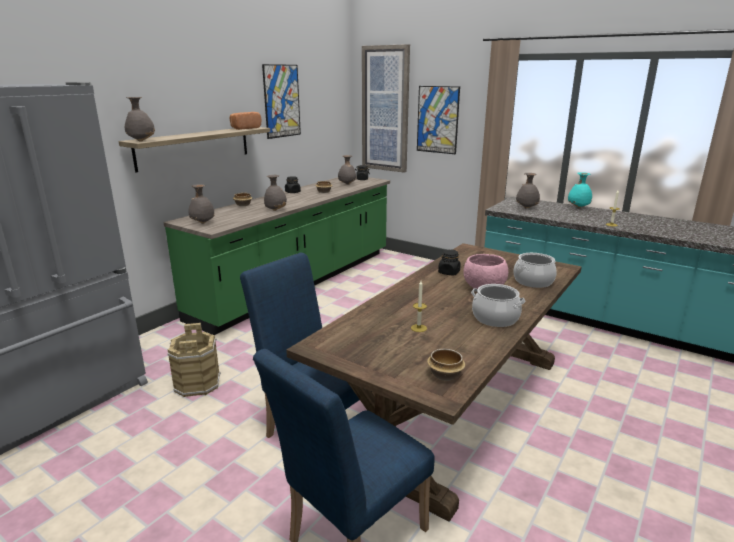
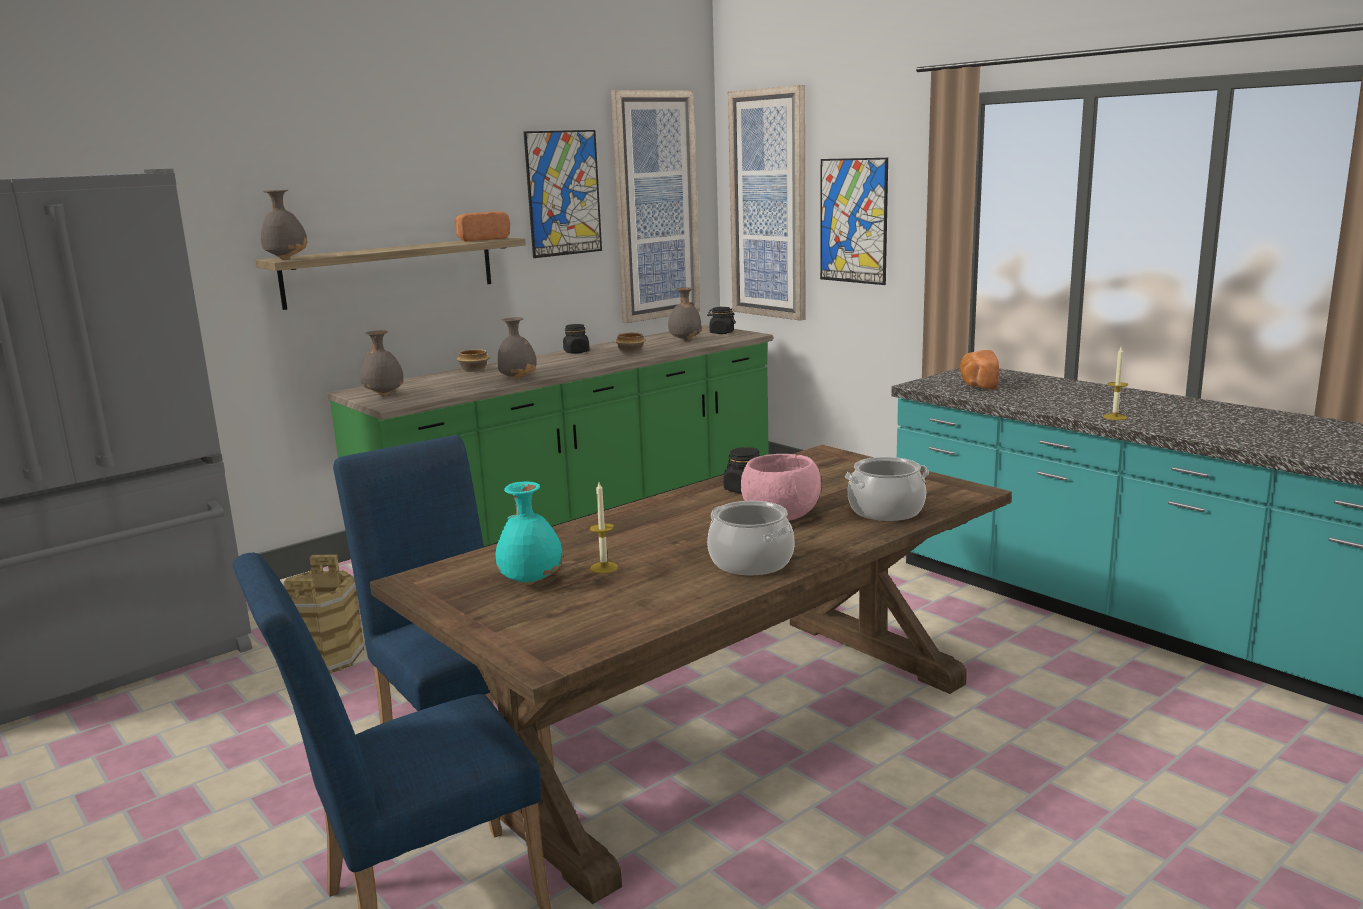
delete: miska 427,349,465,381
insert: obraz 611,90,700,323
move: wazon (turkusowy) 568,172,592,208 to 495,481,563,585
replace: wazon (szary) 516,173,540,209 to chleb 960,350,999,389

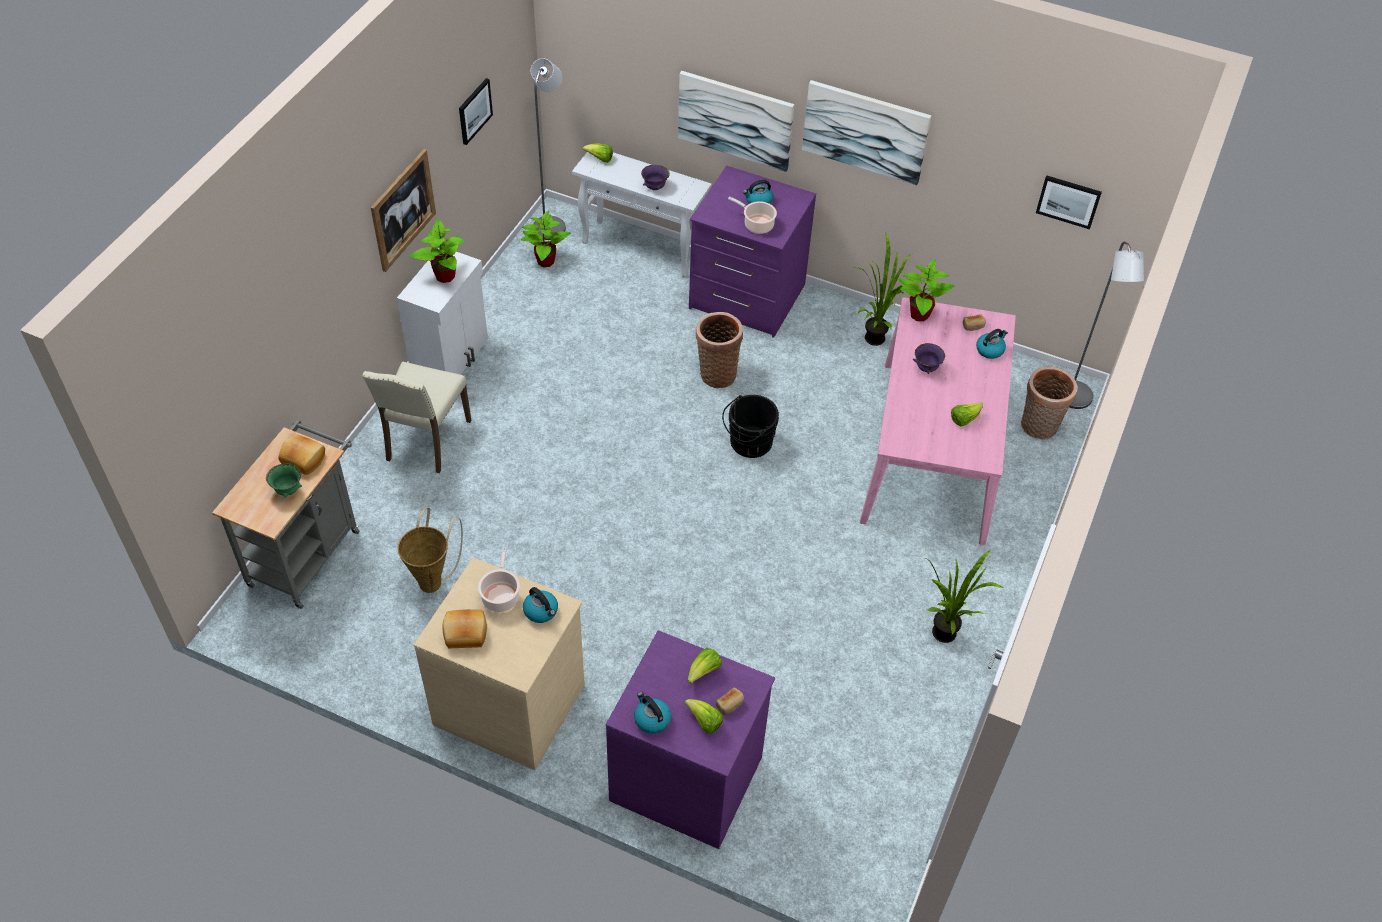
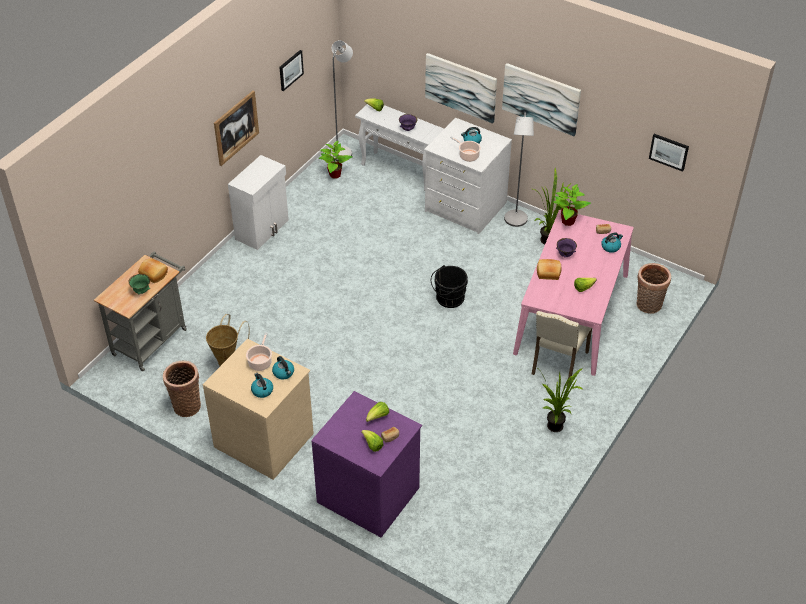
delete: roślina doniczkowa 409,219,465,283
move: krzesło (beżowy) 362,361,471,473 to 532,311,592,385; chleb 443,609,487,648 to 537,259,561,280; czajnik 634,692,671,734 to 251,373,273,398; koszyk 696,312,743,388 to 163,361,201,417; lampa stojąca (szary) 1069,242,1144,409 to 504,112,534,227
recolor: komoda (fioletowy) 689,166,816,338 to komoda (biały) 424,118,512,235

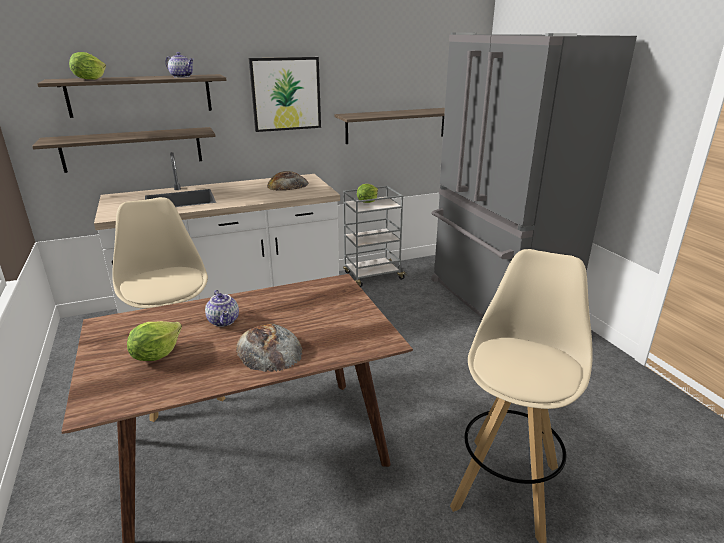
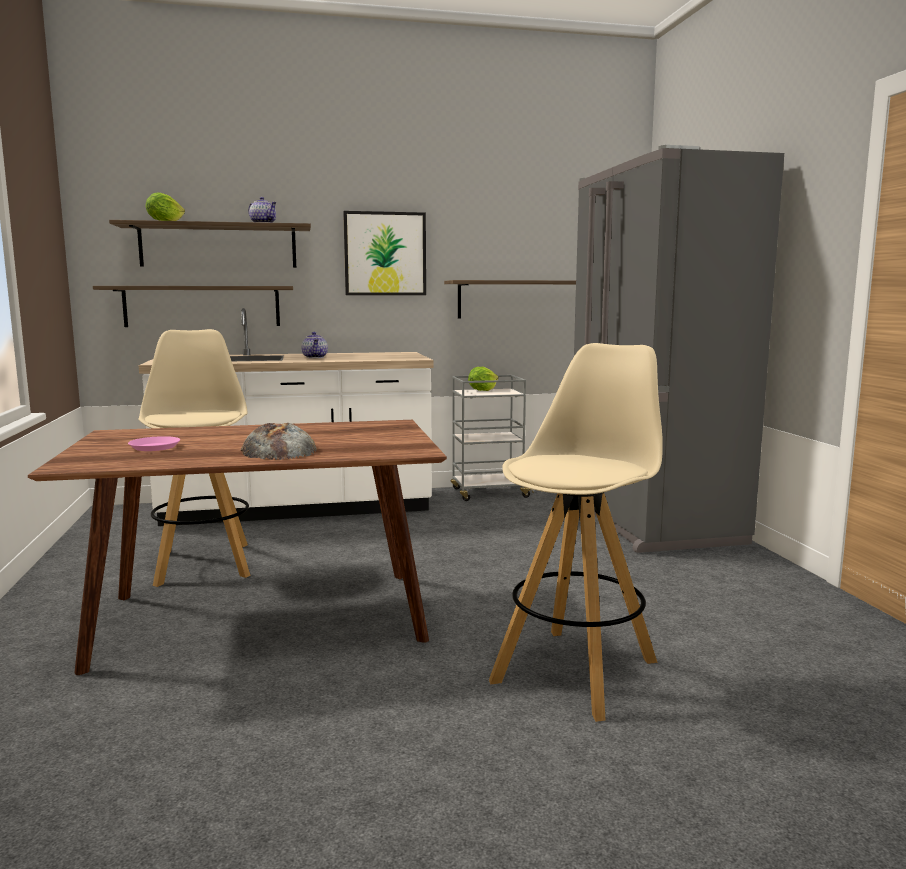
delete: chleb 267,171,309,191
move: imbryk 205,290,239,327 to 301,332,328,358
replace: sałata 127,321,182,361 to talerz (różowy) 128,436,180,451

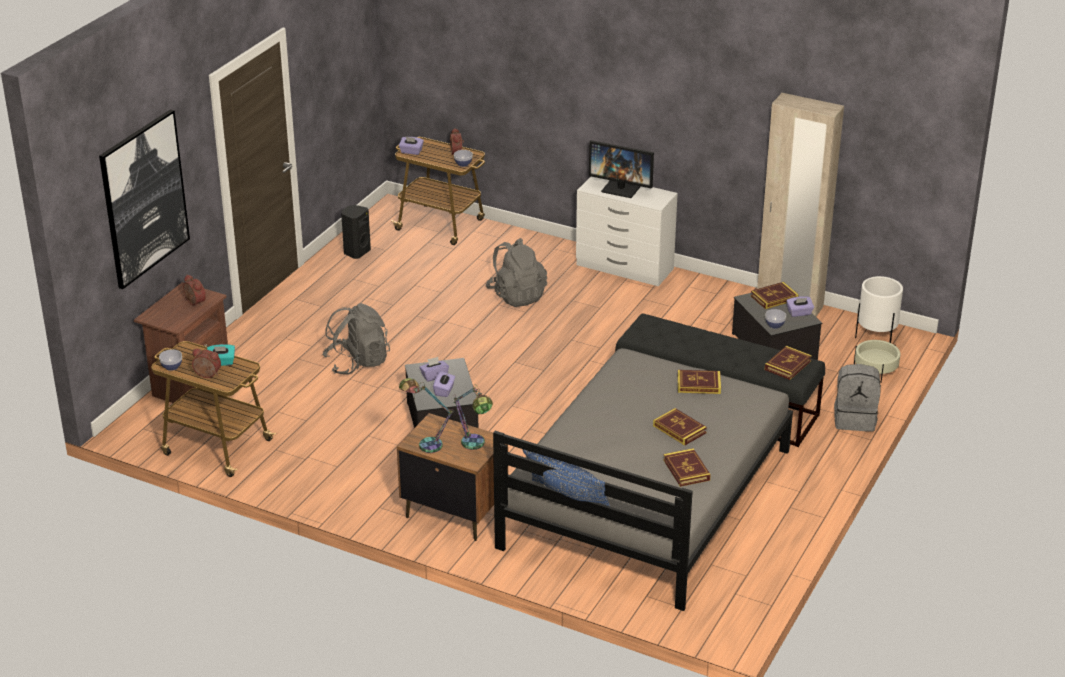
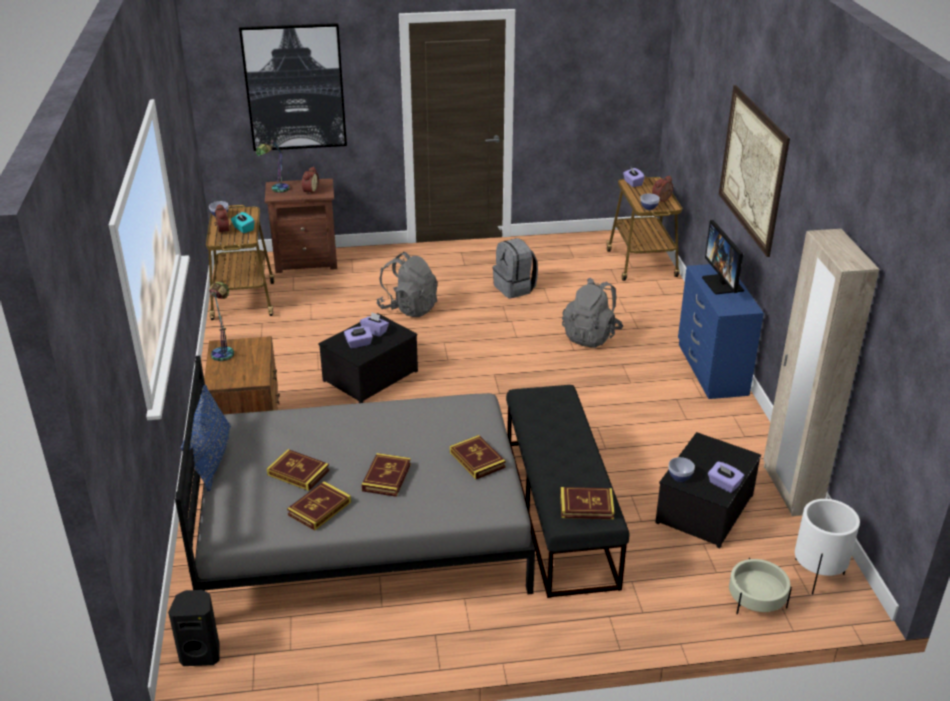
insert: obraz 719,85,790,257
move: głośnik (czarny) 341,205,371,259 to 168,590,220,666; lampa stołowa 453,384,493,450 to 256,137,290,193; książka 751,282,799,309 to 267,449,330,491; plecak (szary) 834,364,881,432 to 493,238,538,299
recolor: komoda (biały) 576,177,678,286 to komoda (niebieski) 678,264,764,399

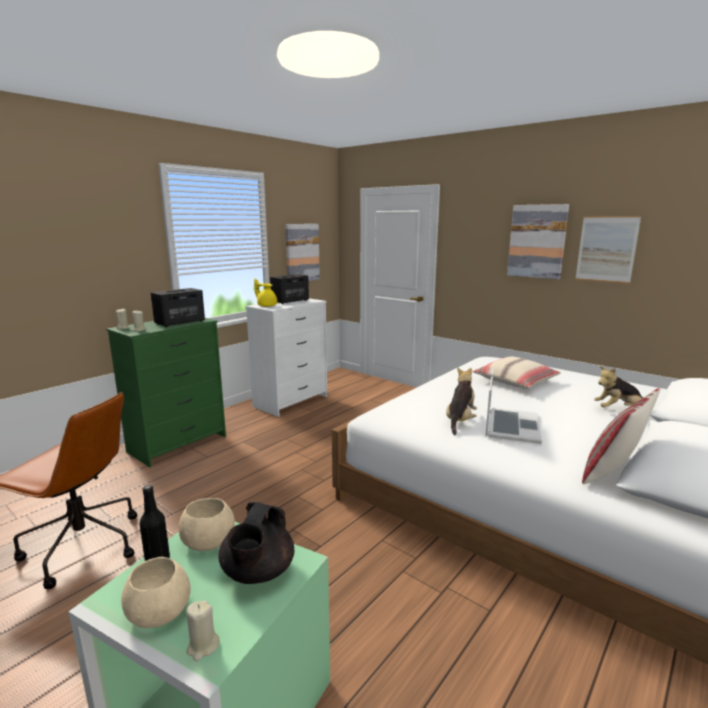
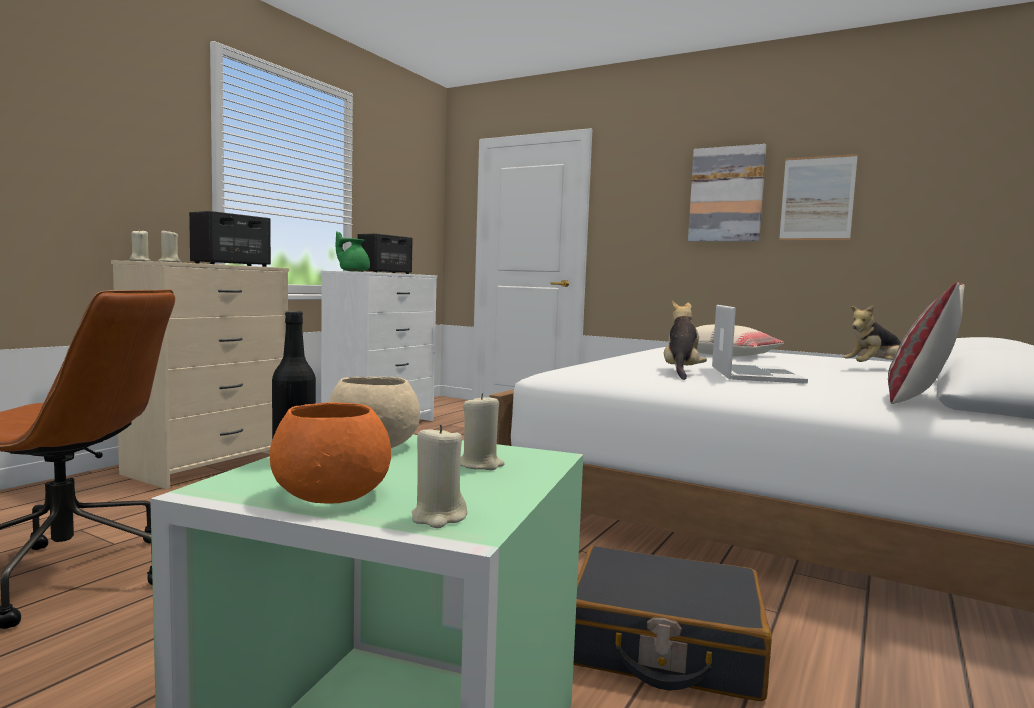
delete: obraz 285,224,320,281
insert: walizka (czarny) 573,546,772,701
replace: imbryk (czarny) 218,502,294,584 to świeca (beżowy) 460,393,504,470
recolor: komoda (zielony) 107,318,226,467 to komoda (beżowy) 111,260,289,489; miska (beżowy) 121,557,191,628 to miska (pomarańczowy) 270,402,391,504; imbryk (żółty) 254,278,277,307 to imbryk (zielony) 336,231,370,272

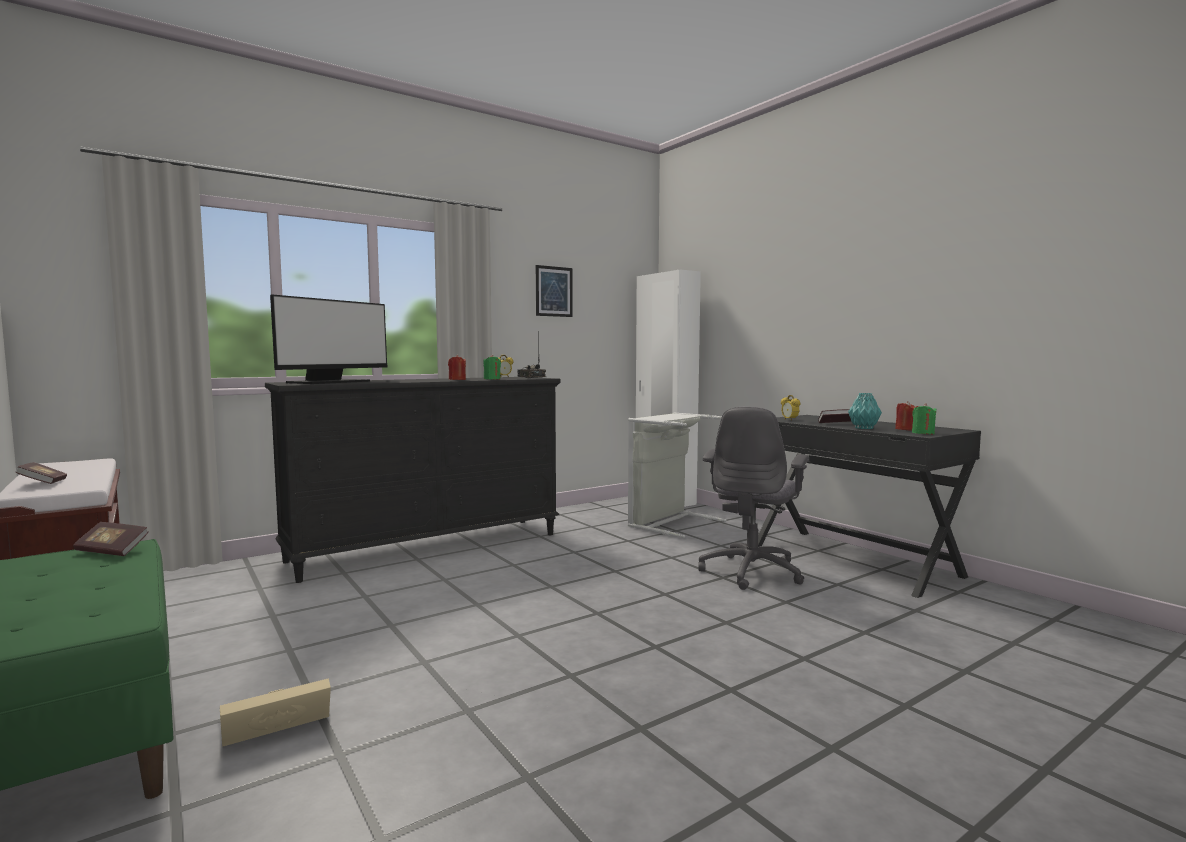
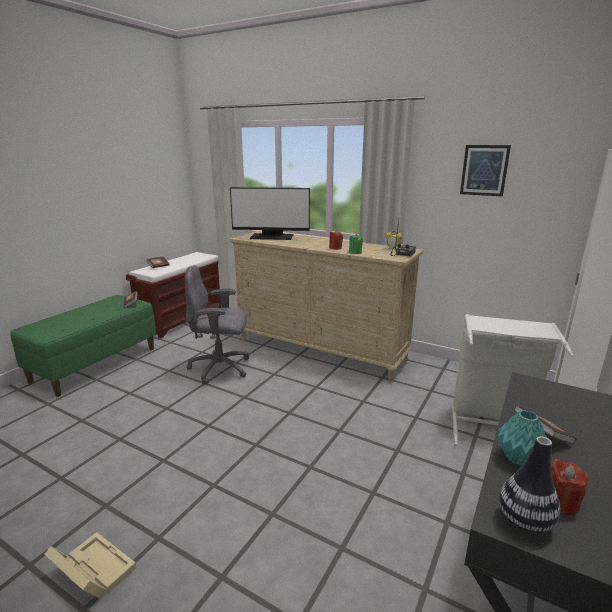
delete: budzik 781,395,800,421
move: pojemnik do przechowywania (beżowy) 220,678,331,747 to 44,532,136,599; krzesło biurowe (szary) 698,407,809,590 to 185,265,249,385
replace: świeca (zielony) 912,403,937,434 to wazon 499,436,560,534
recolor: komoda (czarny) 265,377,561,583 to komoda (beżowy) 230,230,423,381

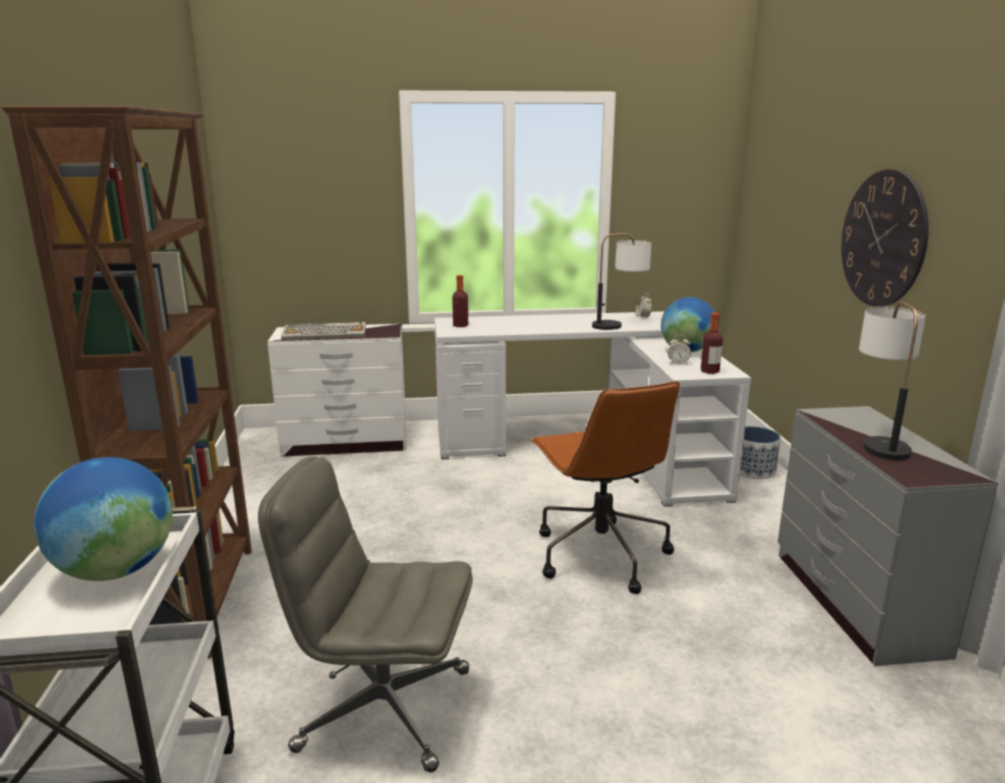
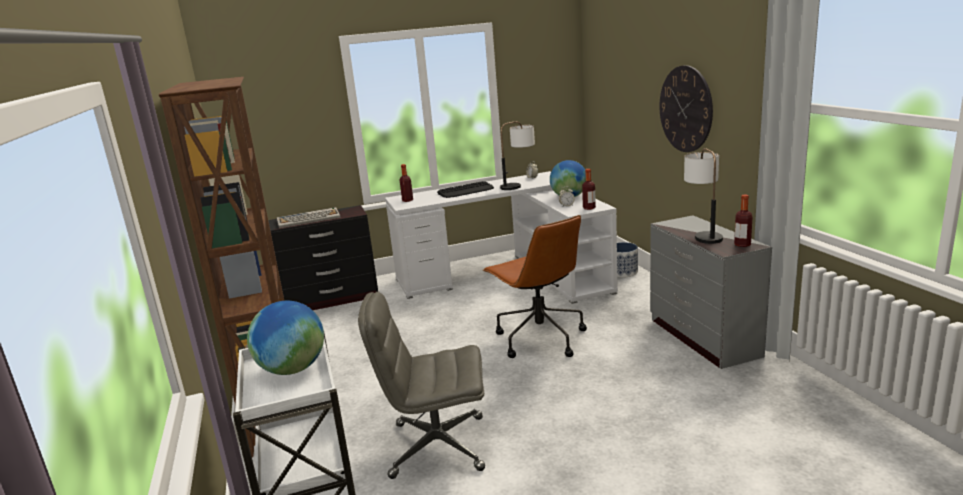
insert: klawiatura 437,181,494,198; butelka 734,195,753,247
recolor: komoda (biały) 267,324,406,457 to komoda (czarny) 269,205,378,310

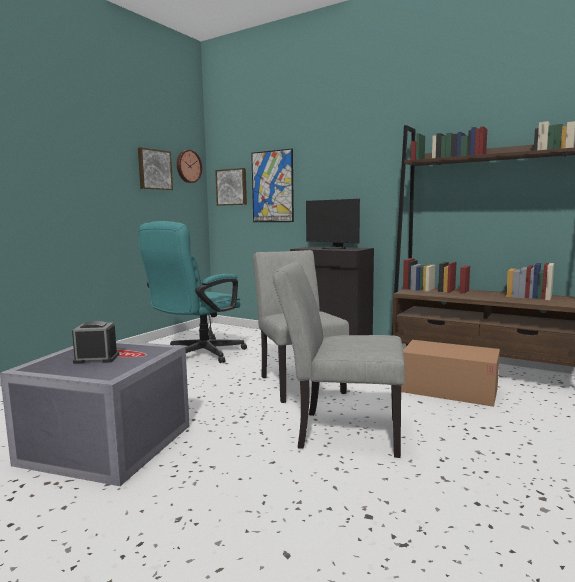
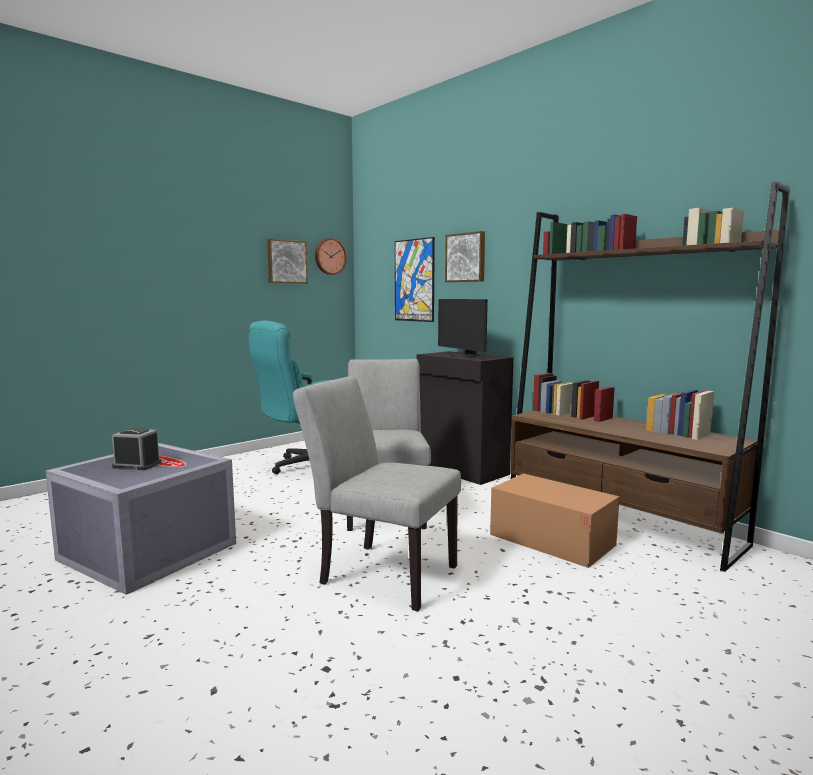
move: obraz 215,168,247,206 to 445,231,485,282

